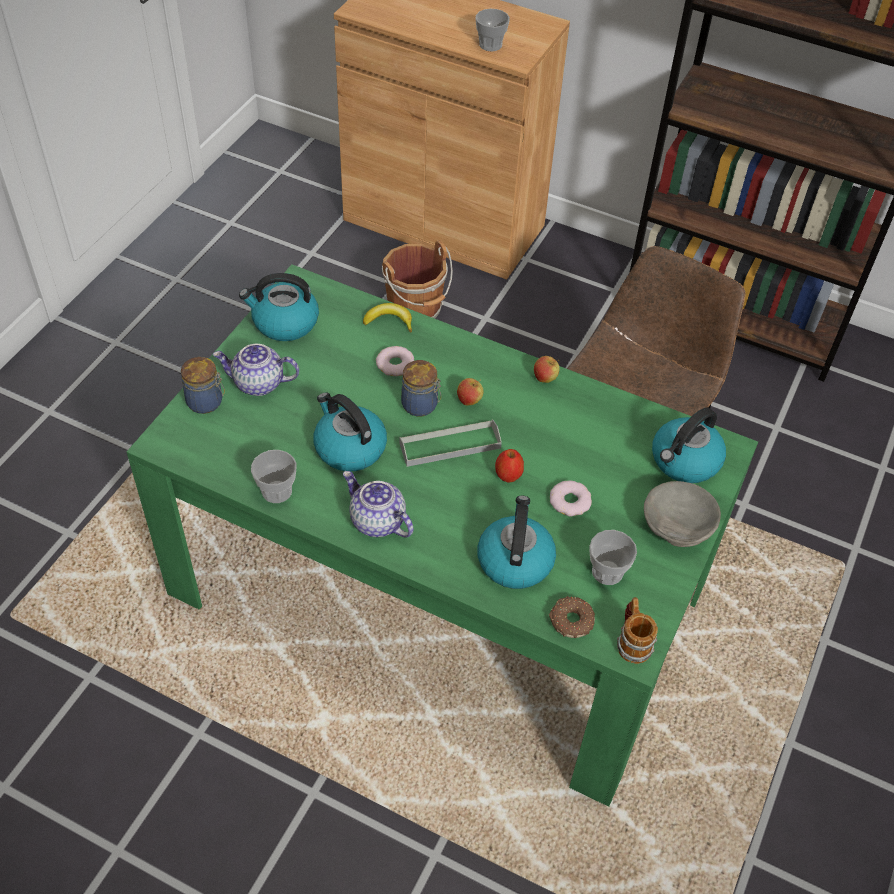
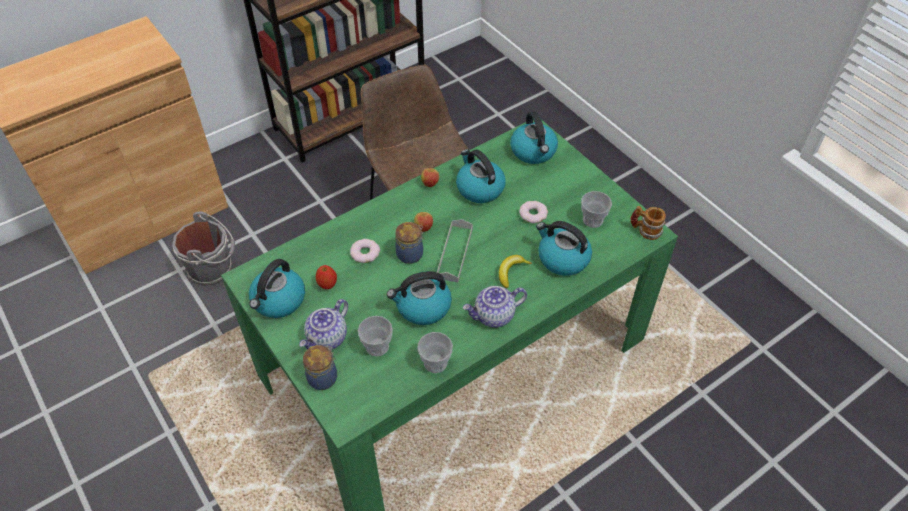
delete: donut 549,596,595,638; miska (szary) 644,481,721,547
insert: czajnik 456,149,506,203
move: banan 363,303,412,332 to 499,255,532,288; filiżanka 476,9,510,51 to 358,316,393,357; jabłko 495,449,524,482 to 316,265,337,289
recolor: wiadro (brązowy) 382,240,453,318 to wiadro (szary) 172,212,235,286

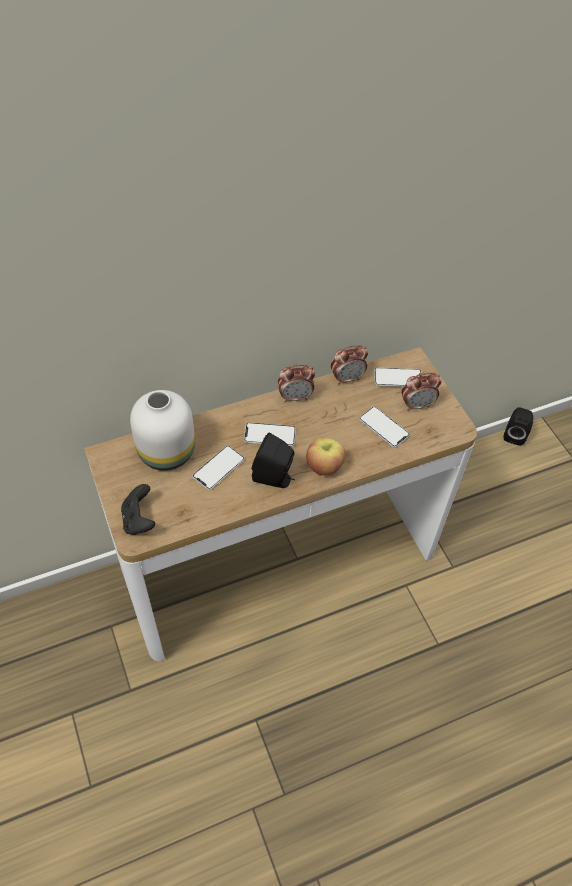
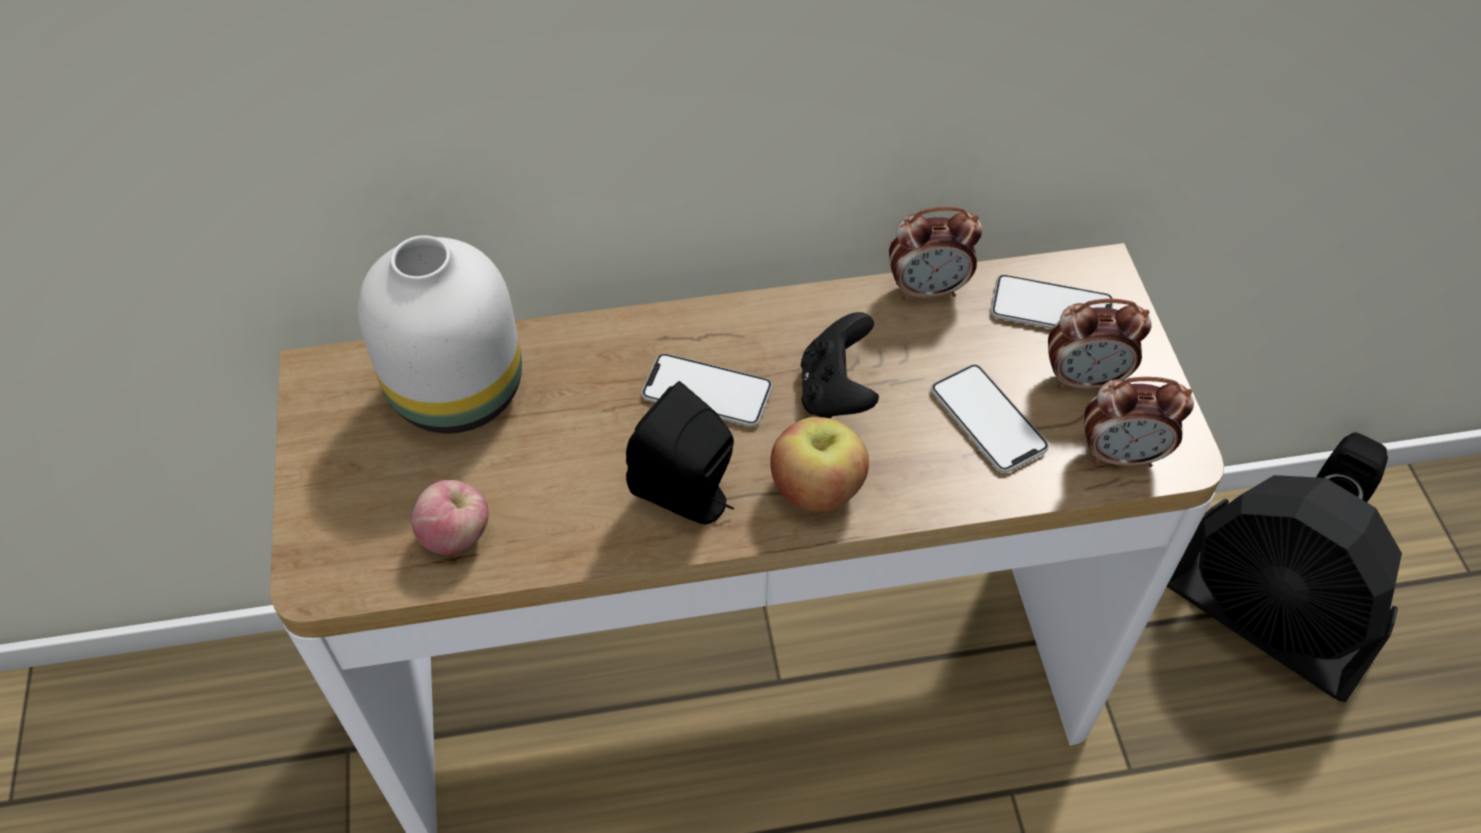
delete: telefon 192,446,245,490
insert: jabłko 411,480,488,555; wentylator (czarny) 1167,475,1402,702
move: pad do gier (czarny) 121,484,155,535 to 801,312,879,418; budzik 278,364,315,402 to 1084,377,1194,467

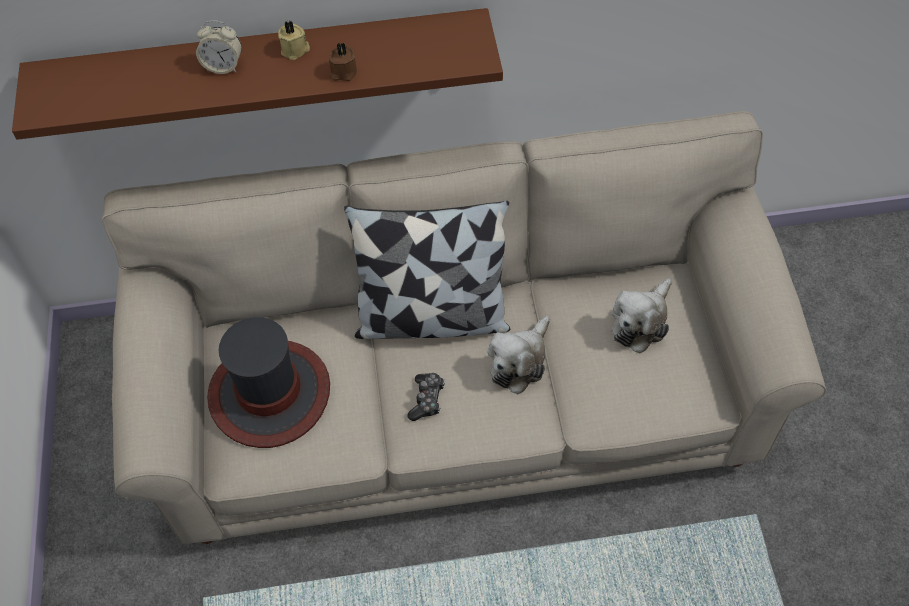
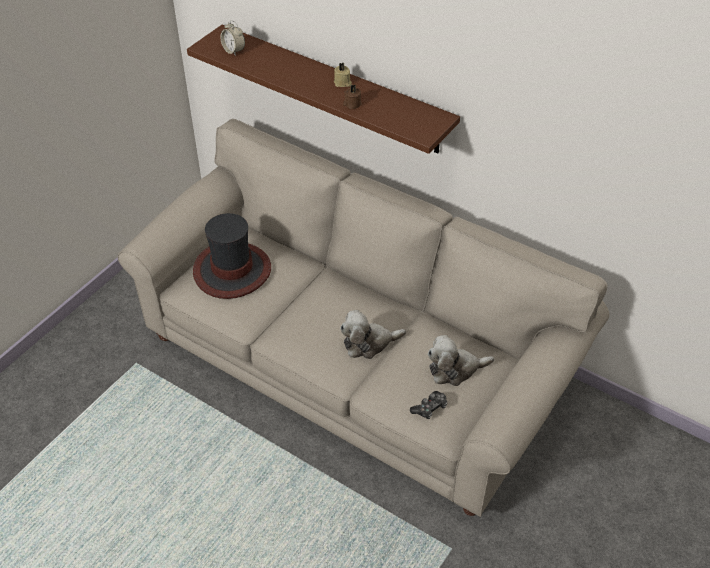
delete: poduszka 344,201,510,339
move: budzik 196,20,242,74 to 220,20,245,56; pad do gier 408,373,445,421 to 410,391,448,419

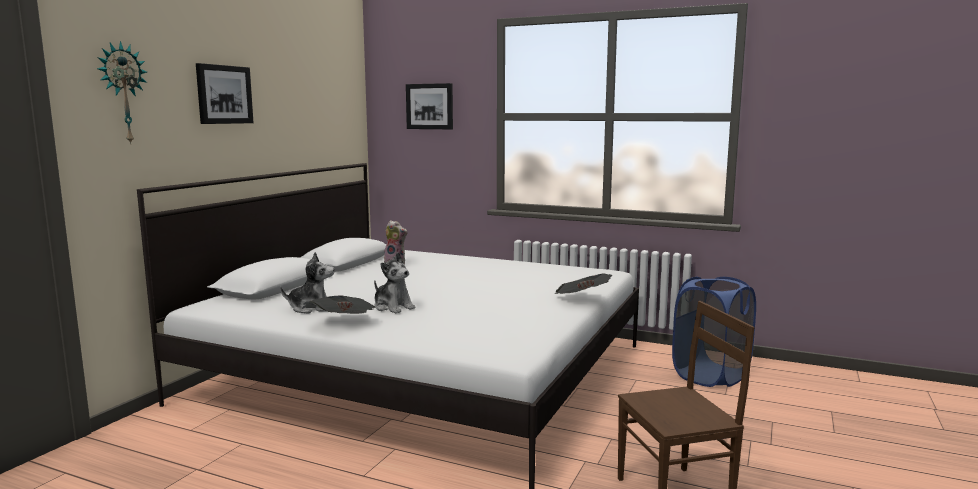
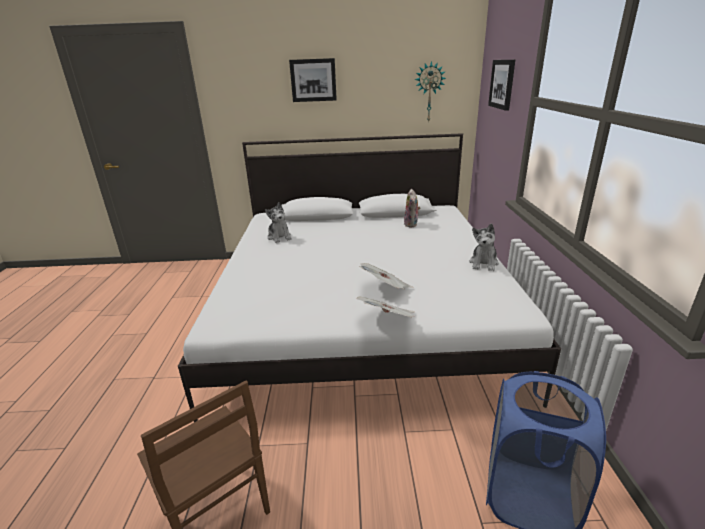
move: zegar ścienny 97,41,147,145 to 415,61,446,123; gazeta 310,296,375,314 to 359,263,413,289; pluszak 374,252,416,314 to 469,223,499,271

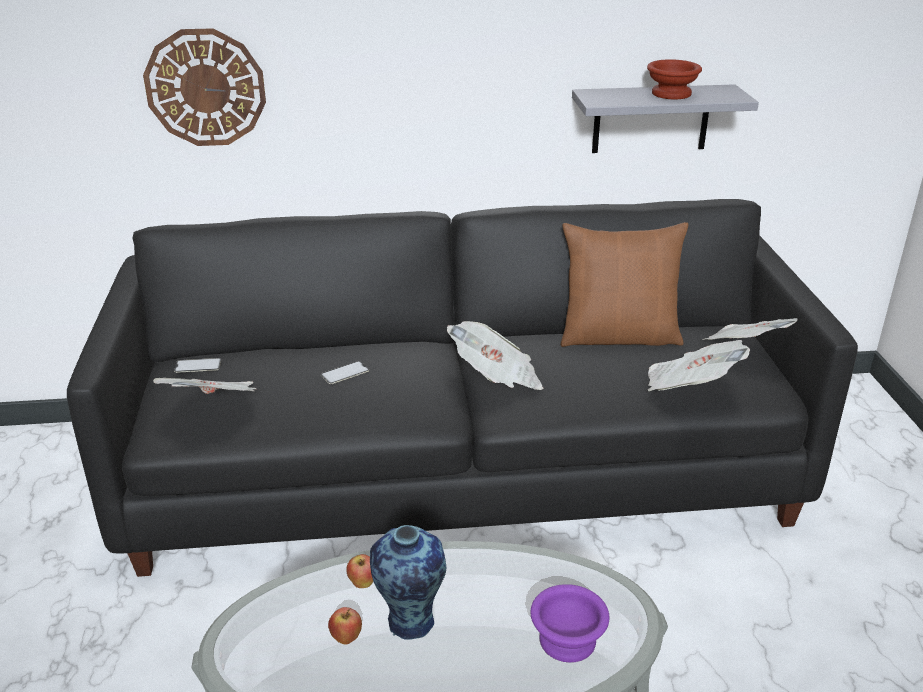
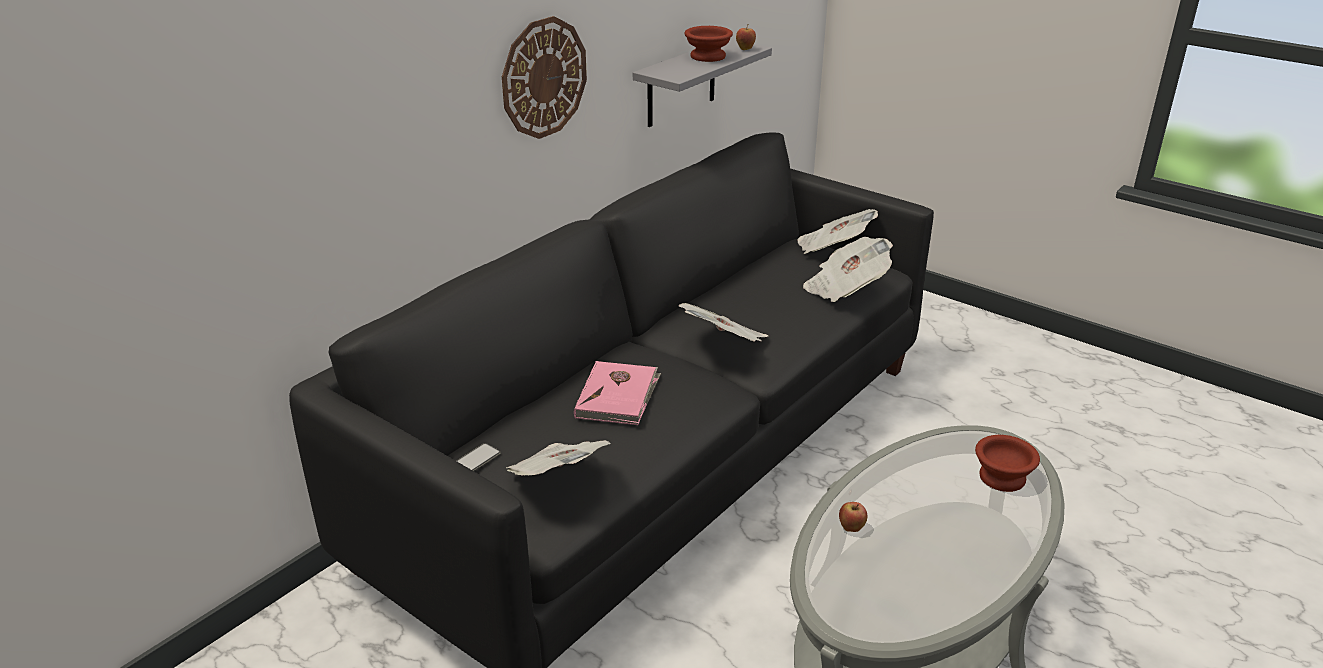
delete: wazon 370,525,446,640; poduszka (brązowy) 561,222,688,347
move: zegar ścienny 143,28,266,146 to 502,16,587,139; jabłko 328,607,362,645 to 736,24,756,50
replace: telefon 321,361,369,384 to książka (różowy) 574,361,661,425
recolor: miska (fioletowy) 531,584,609,663 to miska (brązowy) 975,435,1040,492

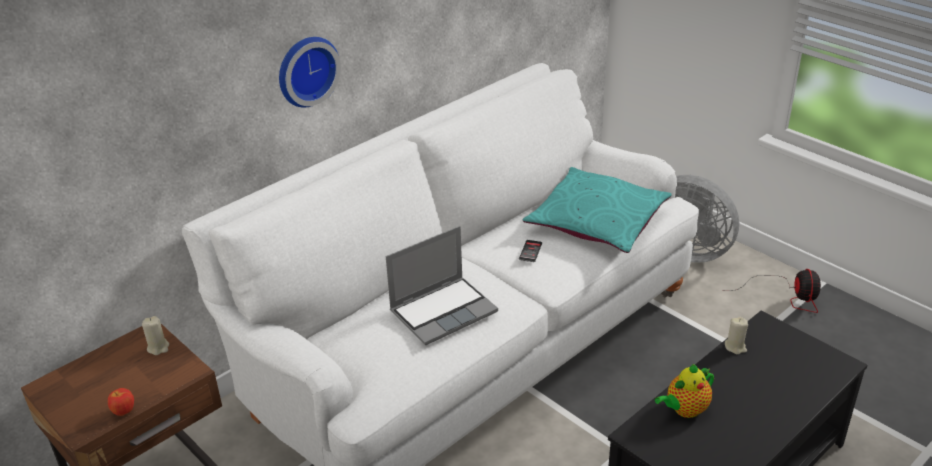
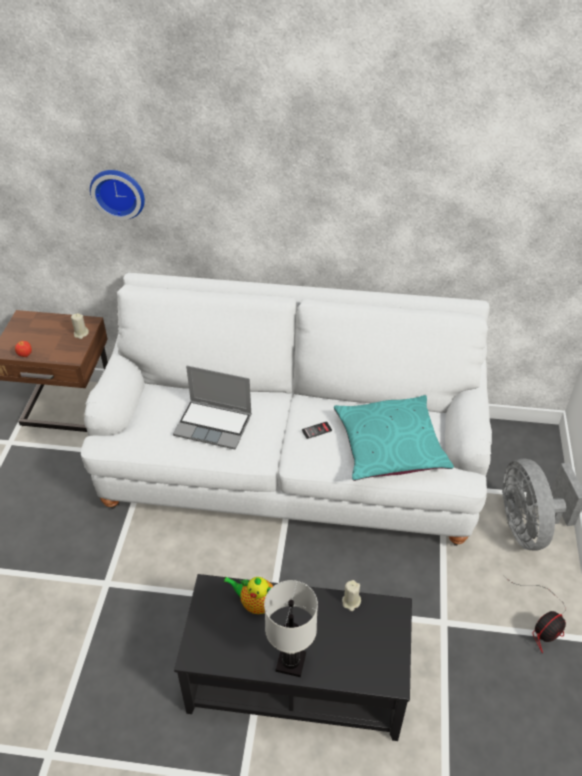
insert: lampa stołowa (biały) 264,580,318,677
move: zegar ścienny 279,37,341,108 to 90,170,145,220

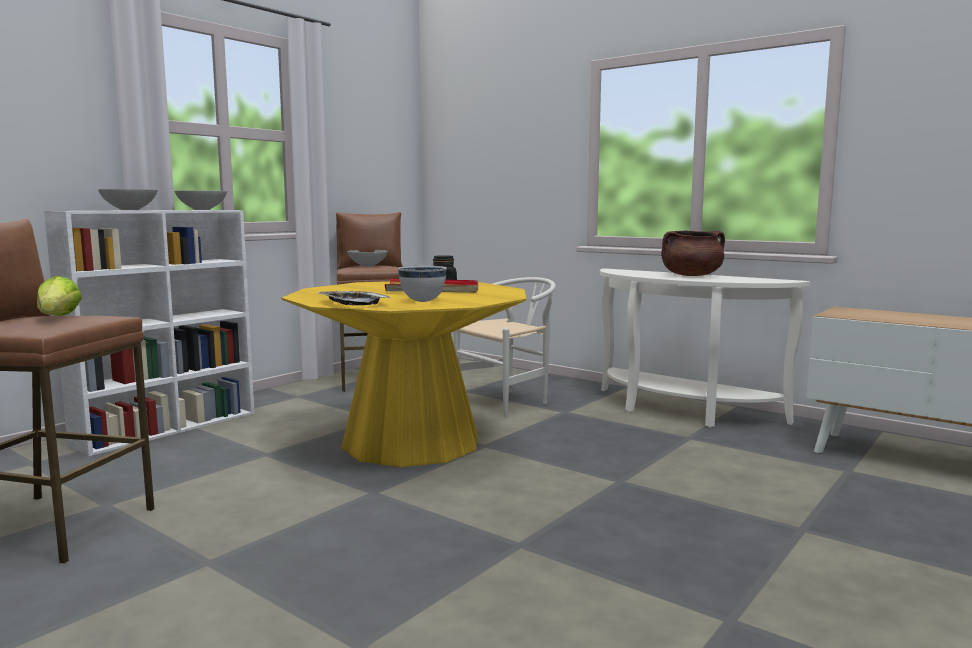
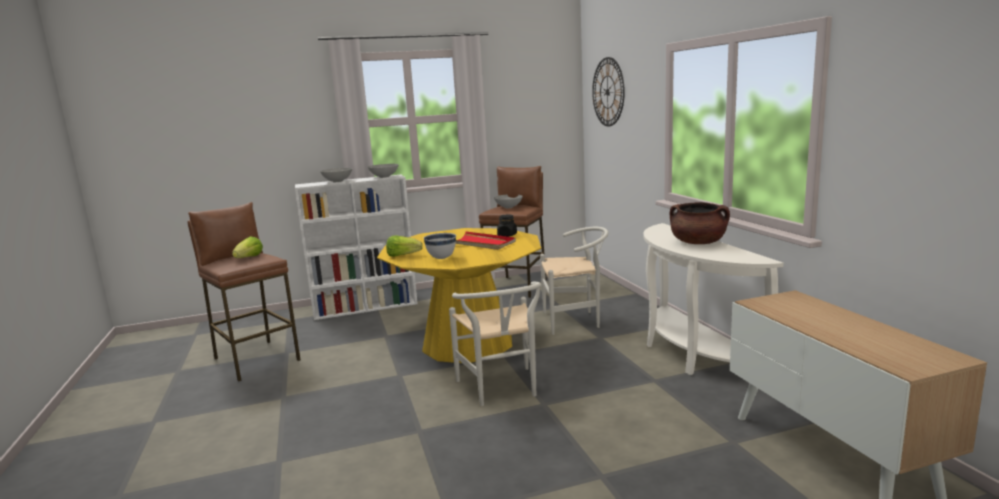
insert: krzesło (biały) 449,282,541,406; zegar ścienny 592,57,625,126
replace: taca 317,291,391,305 to sałata 386,236,423,257

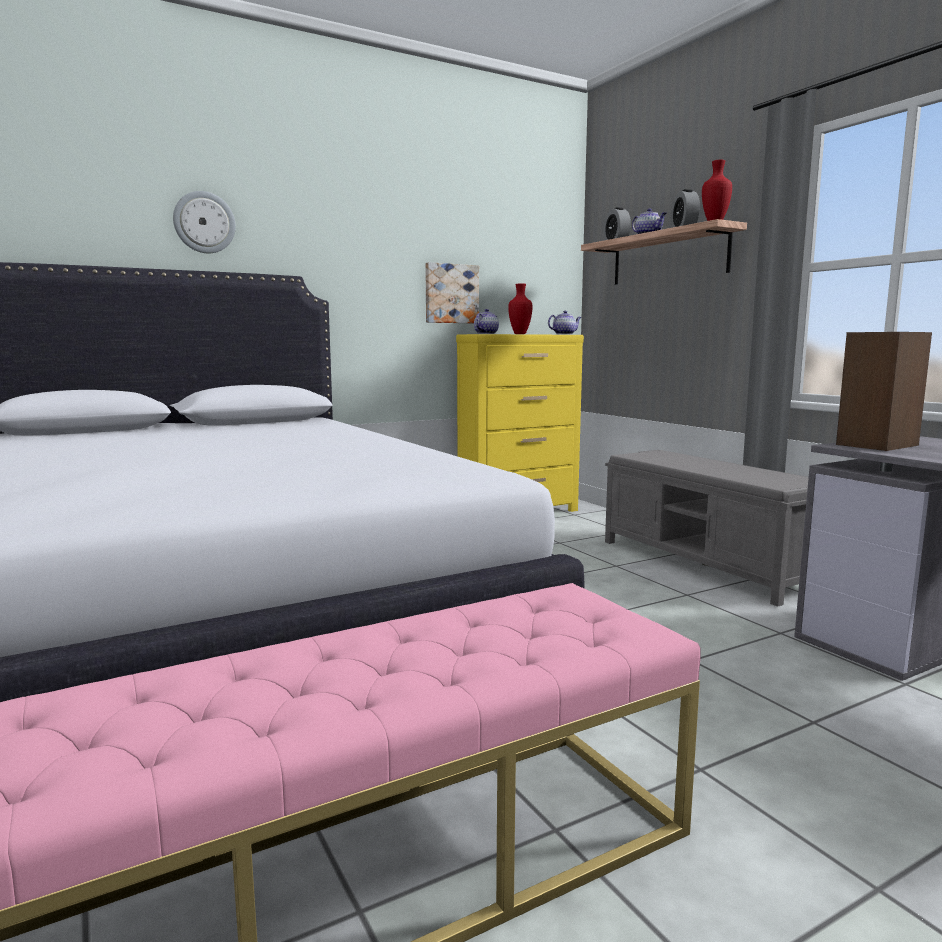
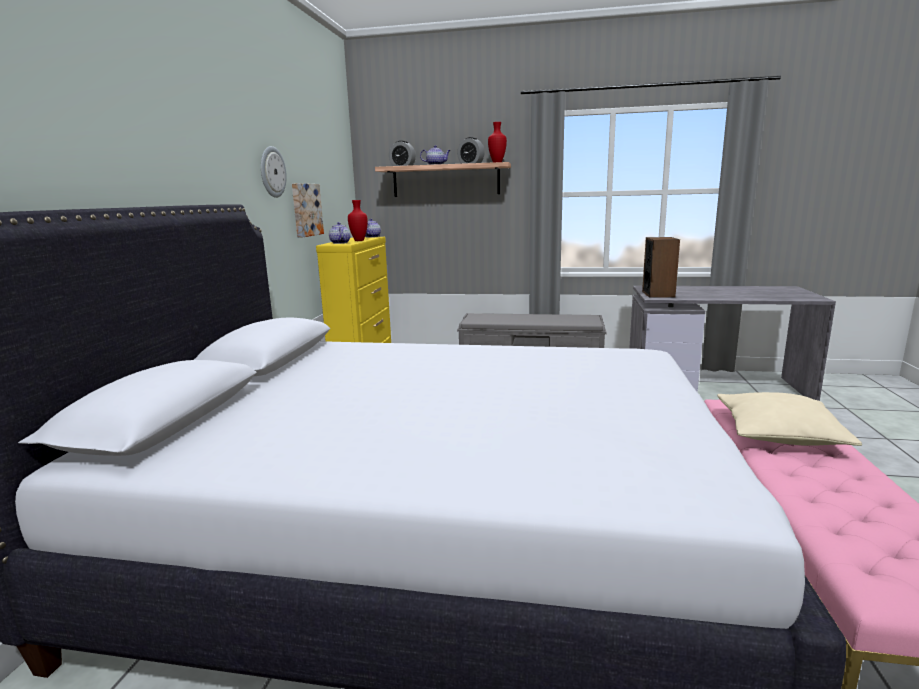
insert: poduszka (beżowy) 717,392,862,446
move: zegar ścienny 173,191,236,253 to 261,146,287,198

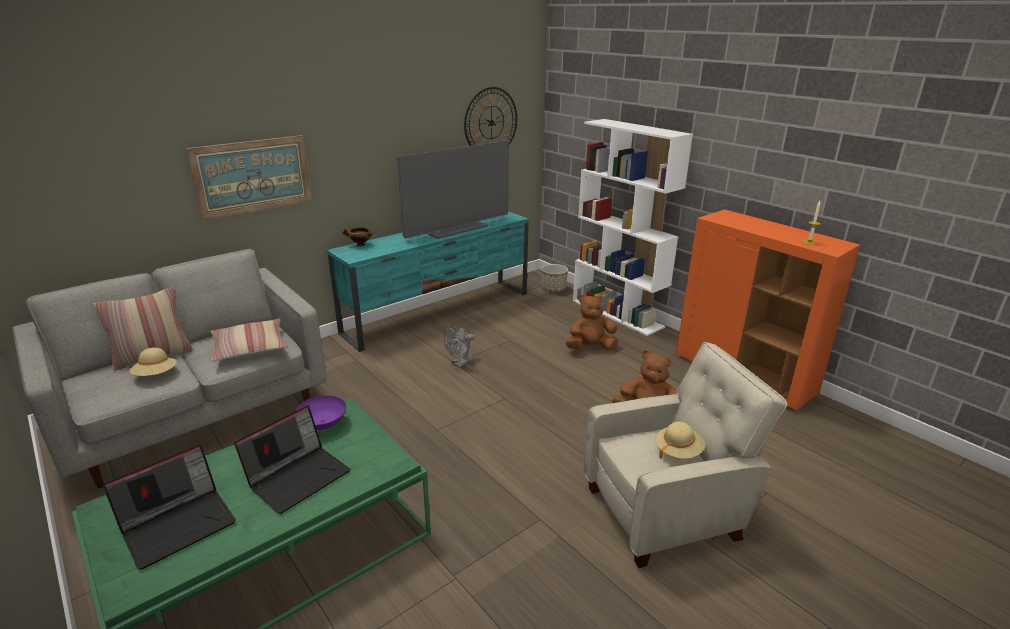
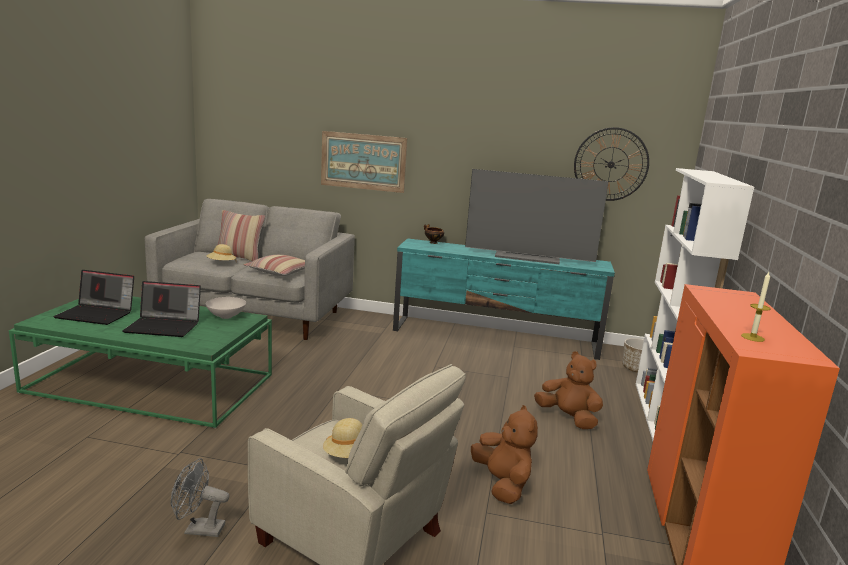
move: wentylator (szary) 444,324,474,368 to 171,458,229,537
recolor: miska (fioletowy) 295,396,346,430 to miska (biały) 206,297,246,319

